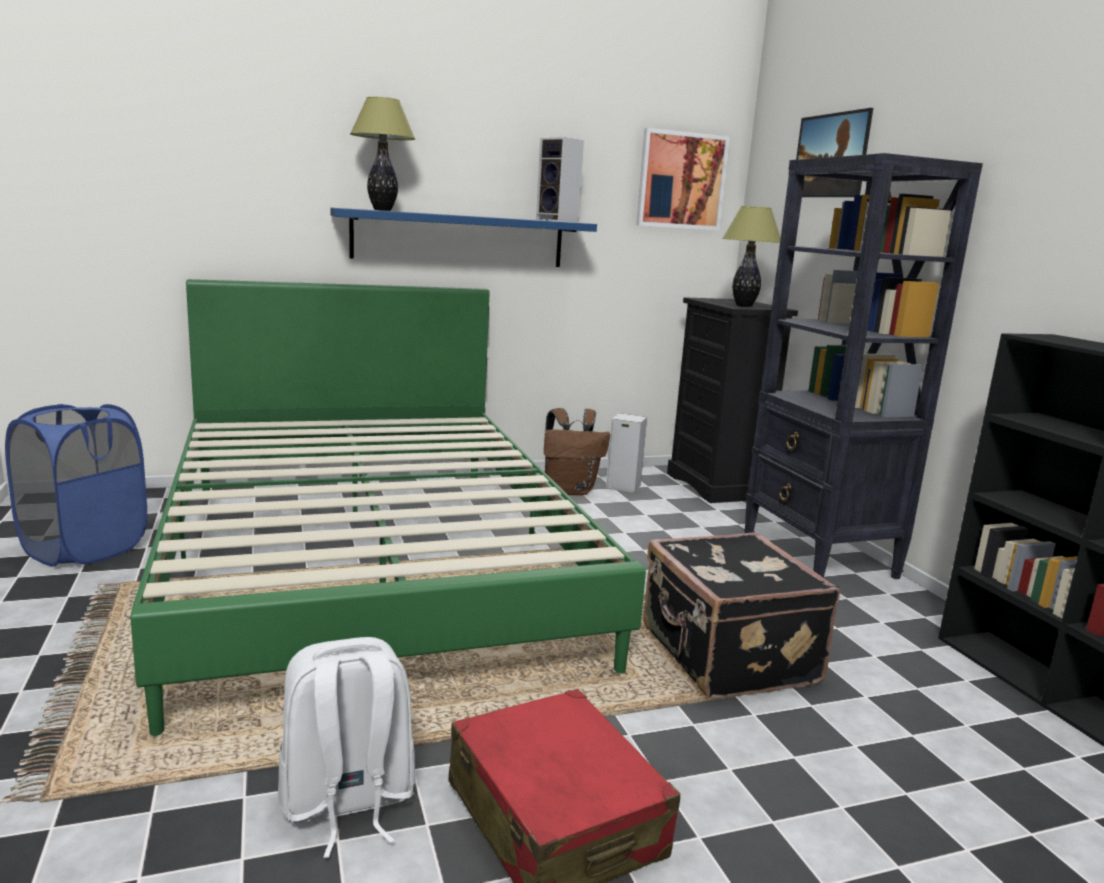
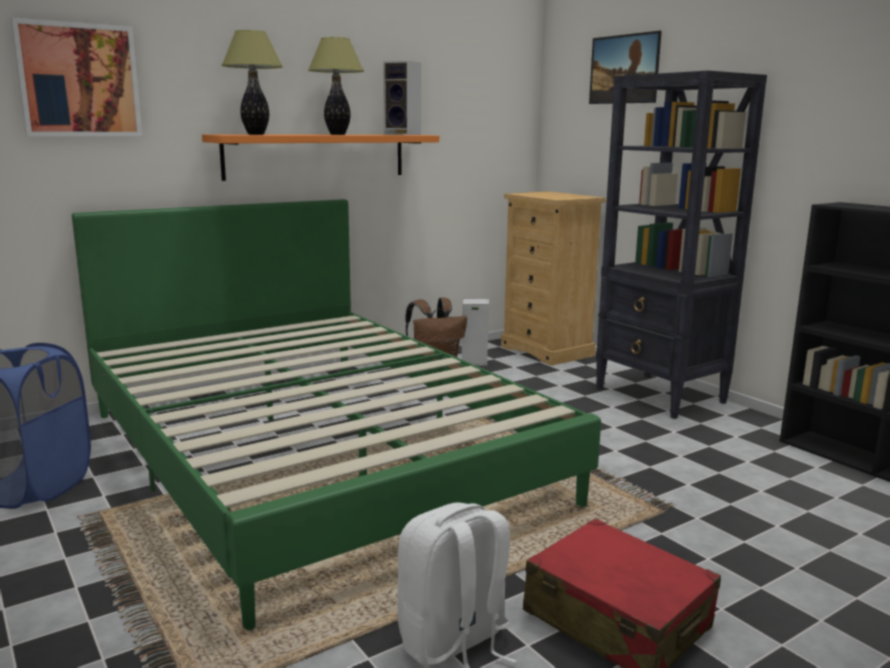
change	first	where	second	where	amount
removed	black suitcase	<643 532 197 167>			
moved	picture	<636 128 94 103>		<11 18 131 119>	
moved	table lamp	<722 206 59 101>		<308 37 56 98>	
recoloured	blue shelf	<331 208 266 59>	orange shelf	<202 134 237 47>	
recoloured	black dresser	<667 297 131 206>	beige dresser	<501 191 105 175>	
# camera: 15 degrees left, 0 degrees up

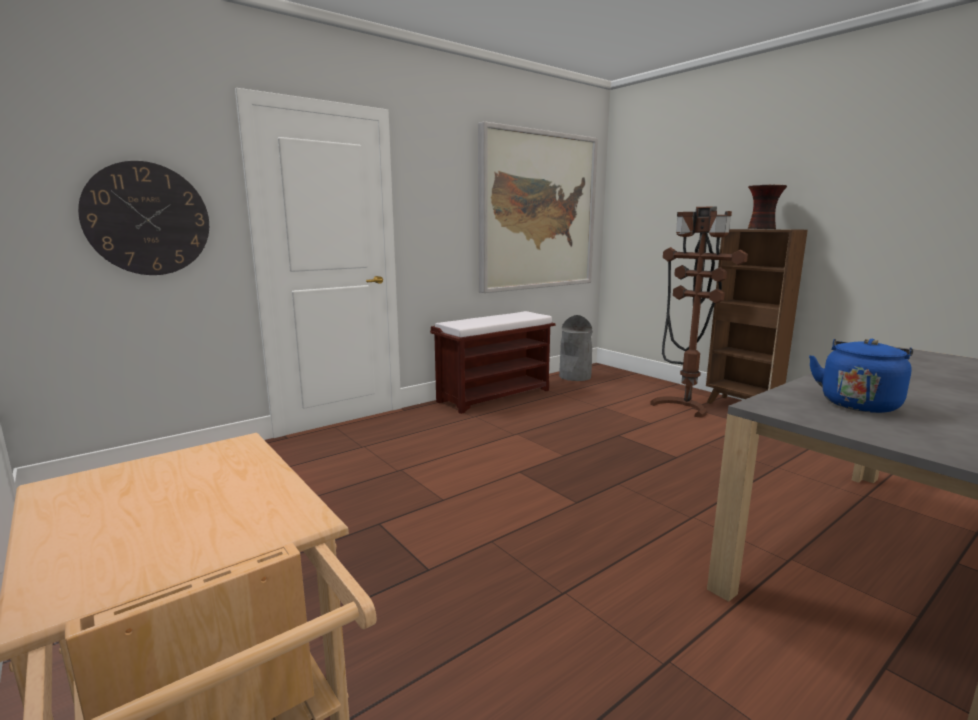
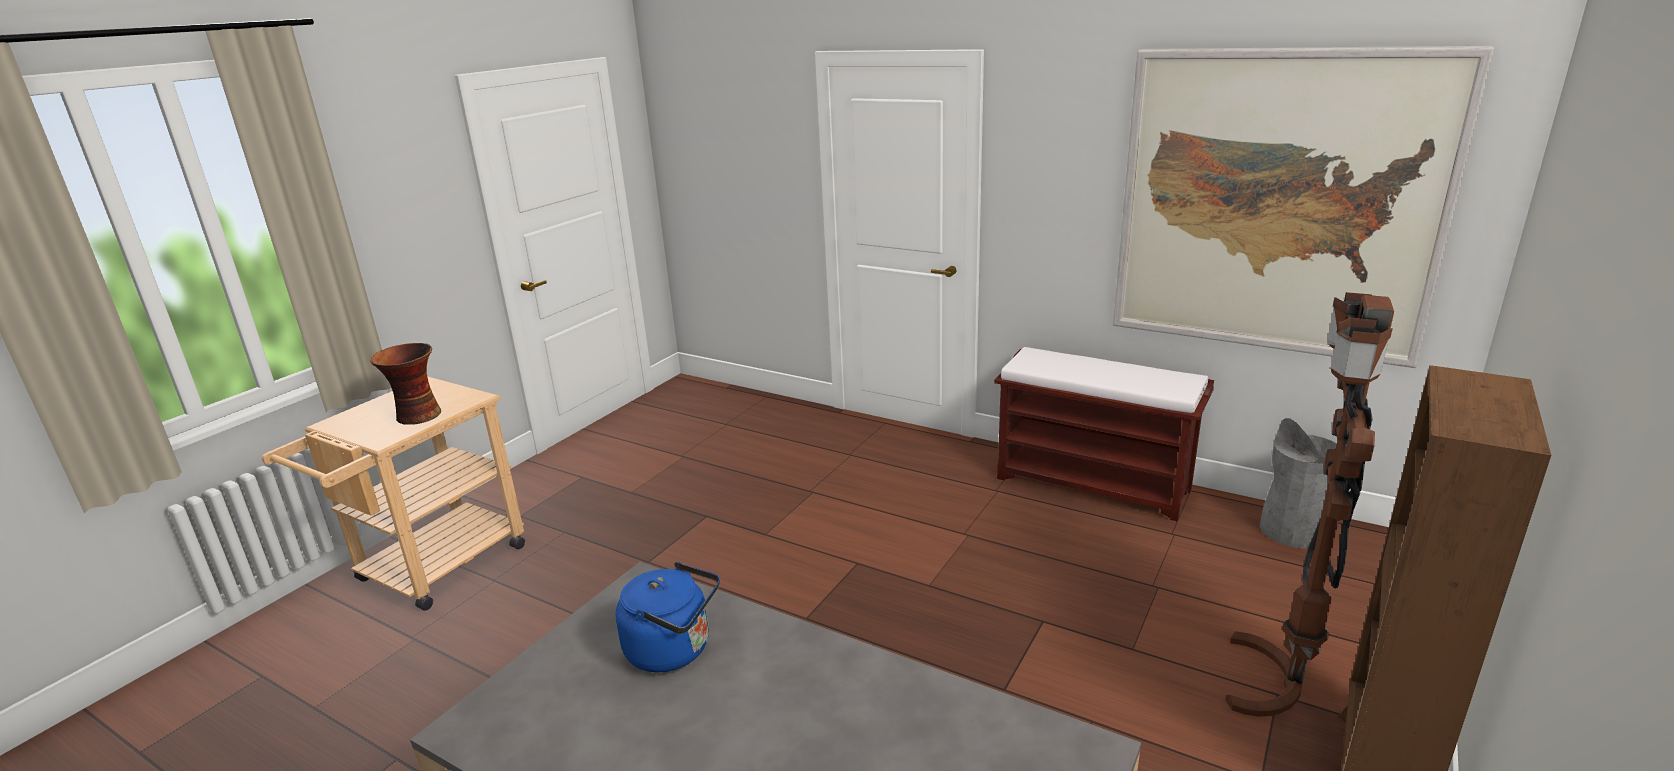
change	first	where	second	where	amount
removed	wall clock	<78 161 131 114>			
moved	vase	<748 185 39 44>		<370 343 71 82>	
# camera: 70 degrees right, 10 degrees up

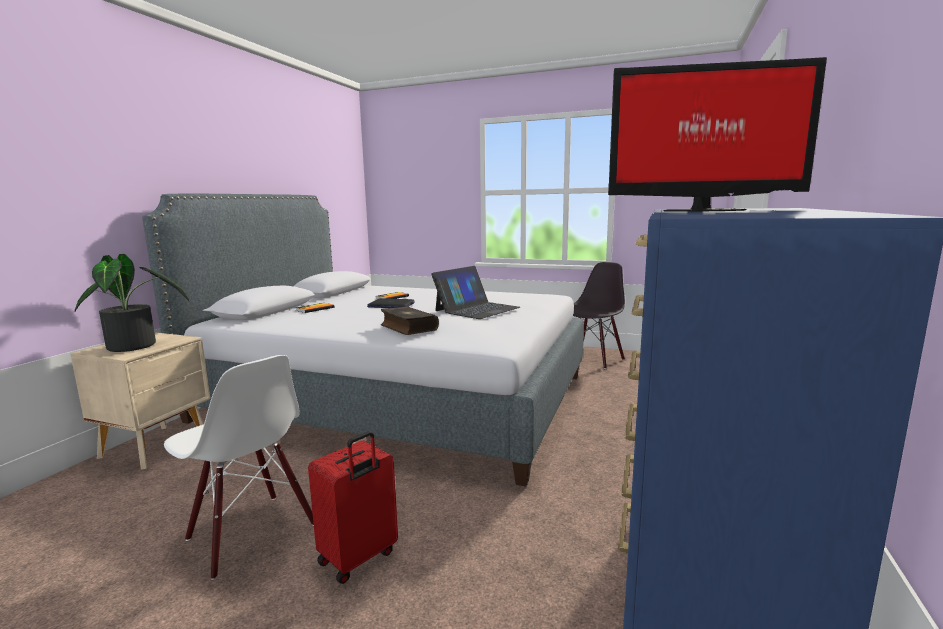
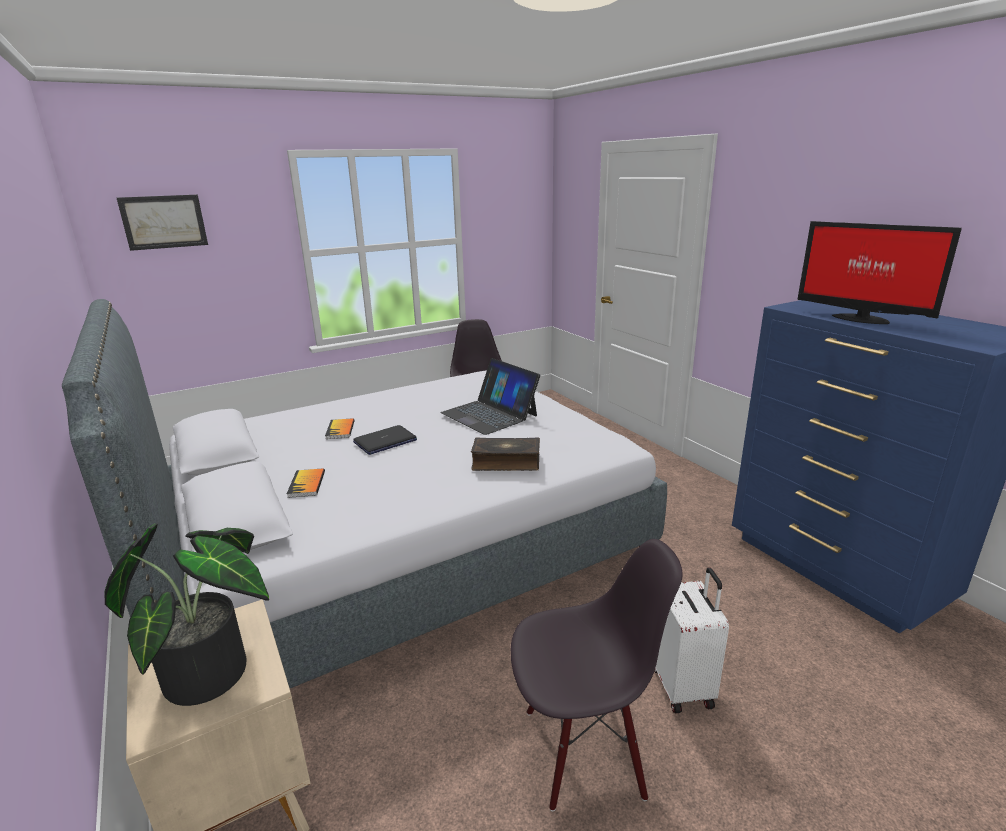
change	first	where	second	where	amount
added			picture	<117 194 91 57>	
recoloured	white chair	<164 355 150 225>	black chair	<511 539 171 272>	
recoloured	red suitcase	<308 431 90 153>	white suitcase	<655 567 74 146>	
turned	laptop	<431 266 89 53>		<440 358 100 77>	150 degrees clockwise
turned	monitor	<608 57 219 155>		<798 221 164 103>	90 degrees clockwise
# camera: 50 degrees left, 10 degrees up

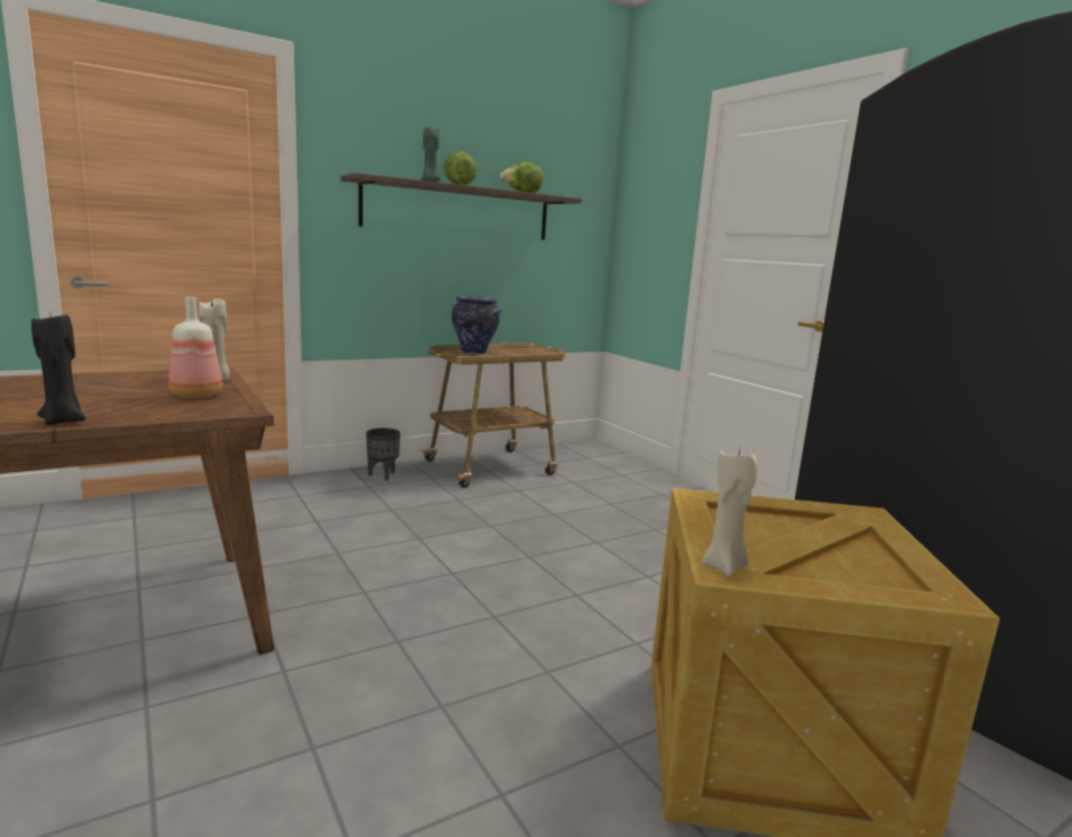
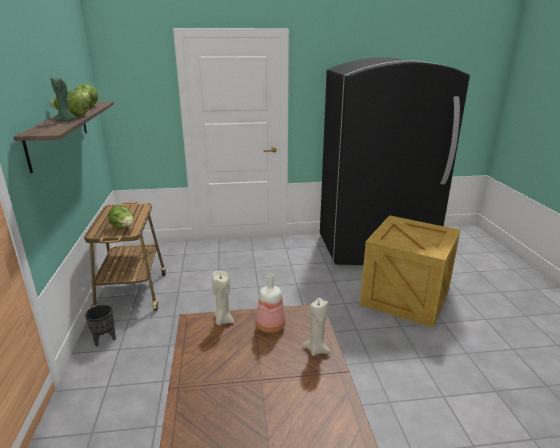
change	first	where	second	where	amount
removed	black candle	<31 313 55 112>			
moved	beige candle	<701 449 57 127>		<303 298 28 58>	
replaced	vase	<452 296 50 58>	lettuce	<108 206 26 22>	
# camera: 65 degrees left, 10 degrees up

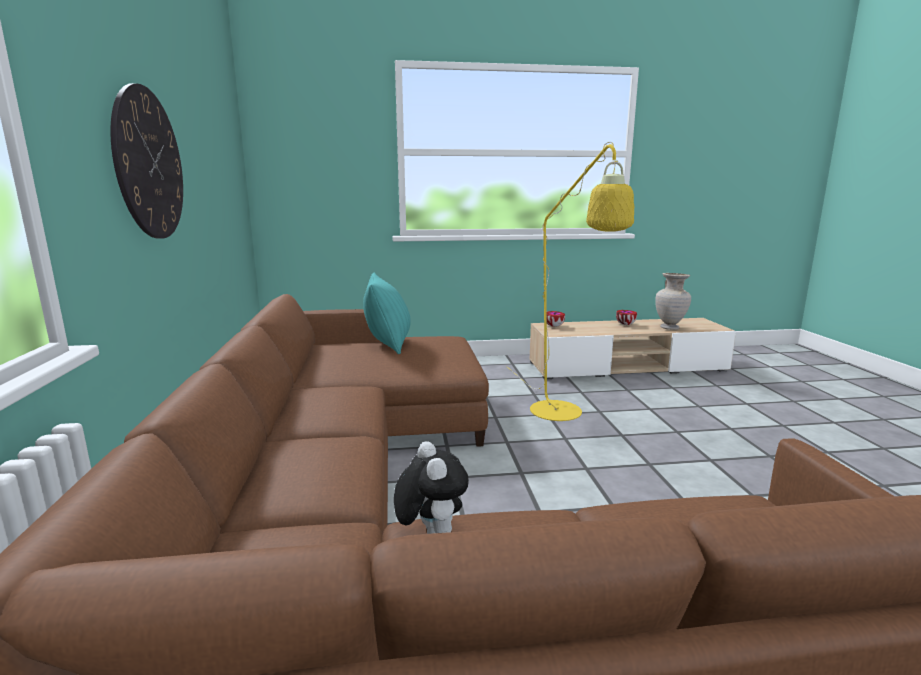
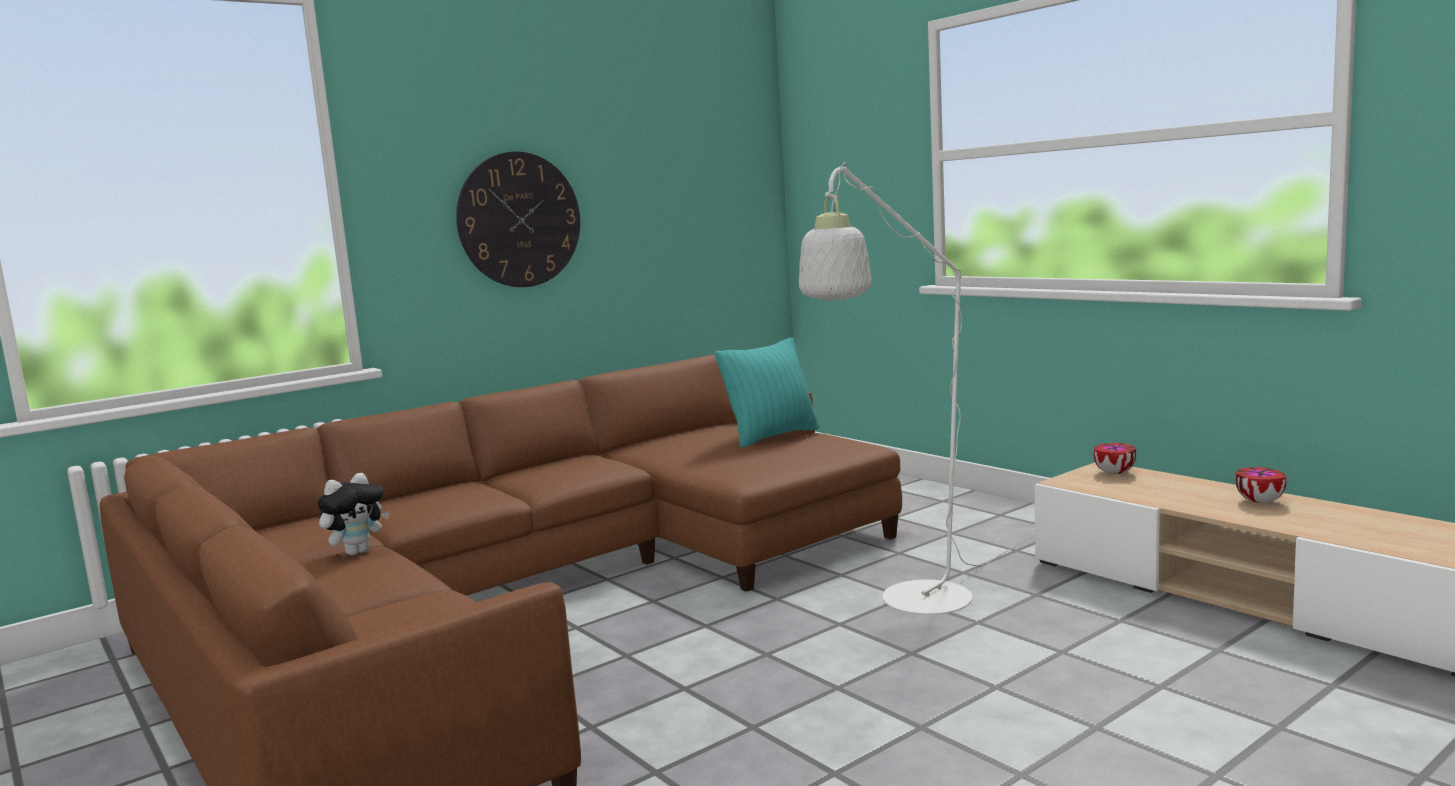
change	first	where	second	where	amount
removed	beige vase	<655 273 36 57>			
recoloured	yellow floor lamp	<506 142 128 279>	white floor lamp	<799 162 236 453>	
# camera: 60 degrees right, 5 degrees down

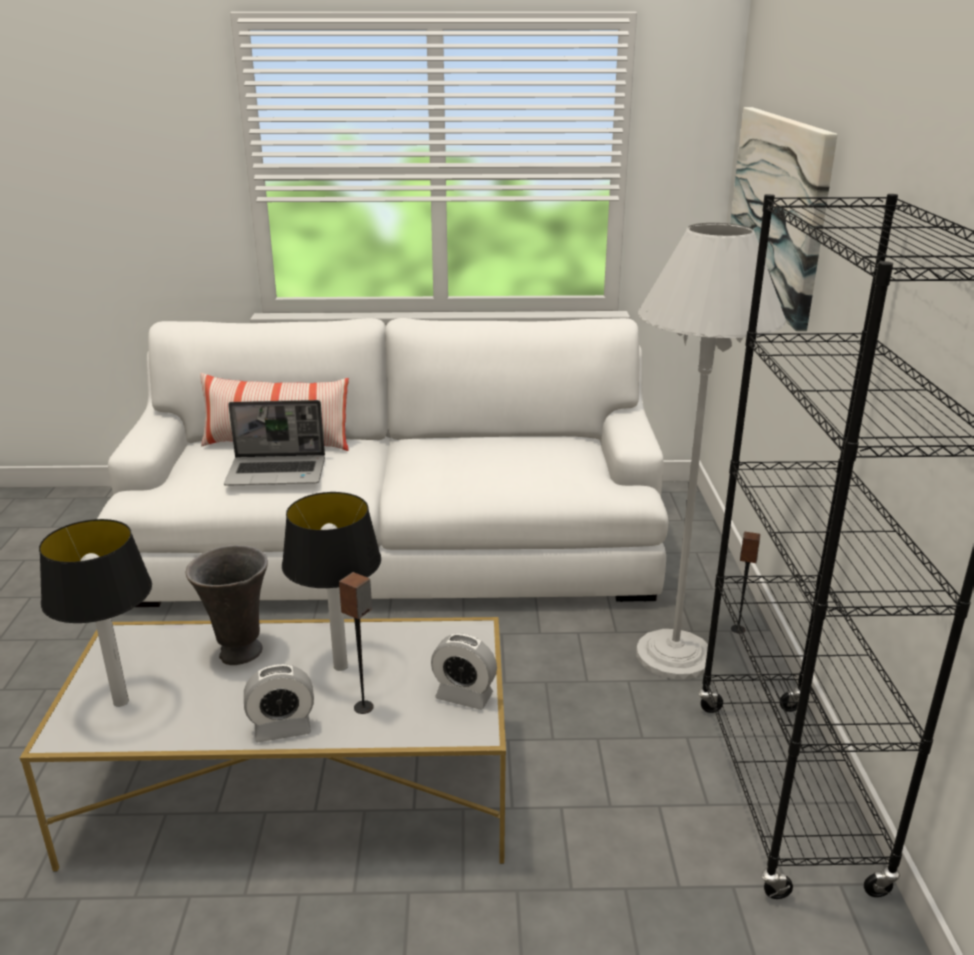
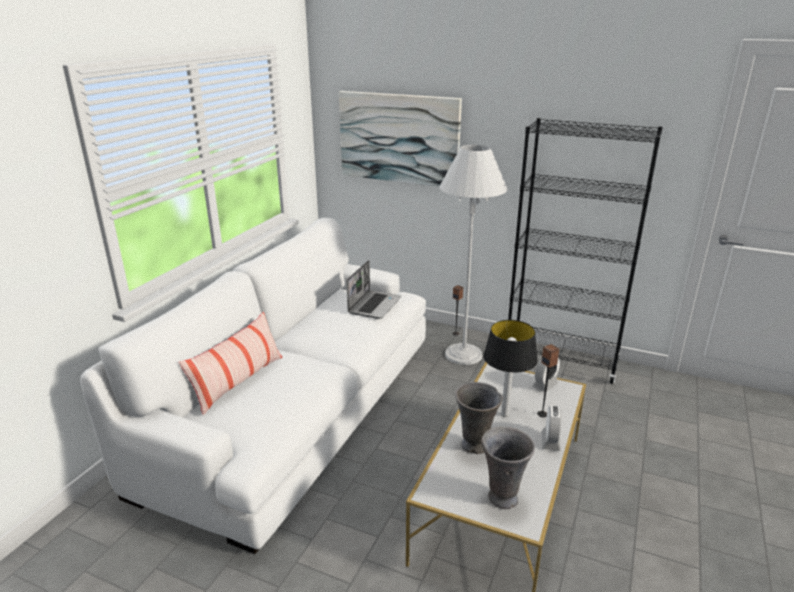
change	first	where	second	where	amount
moved	laptop	<224 400 101 86>		<347 260 54 59>	
replaced	table lamp	<39 519 113 188>	grey vase	<481 427 54 82>	
# camera: 65 degrees left, 0 degrees up

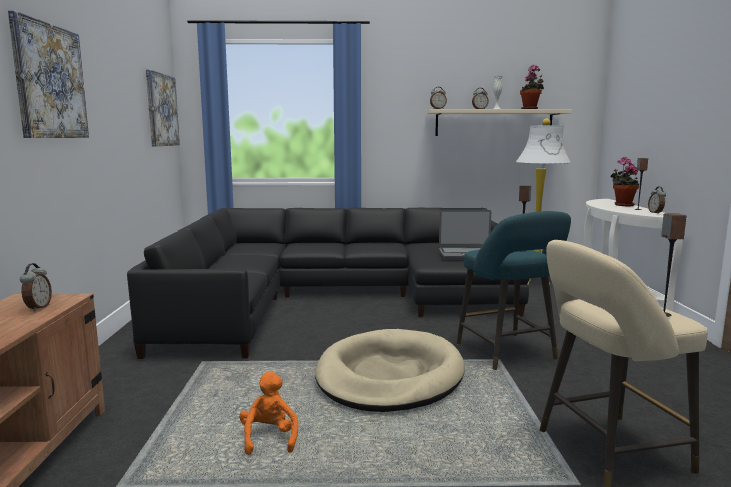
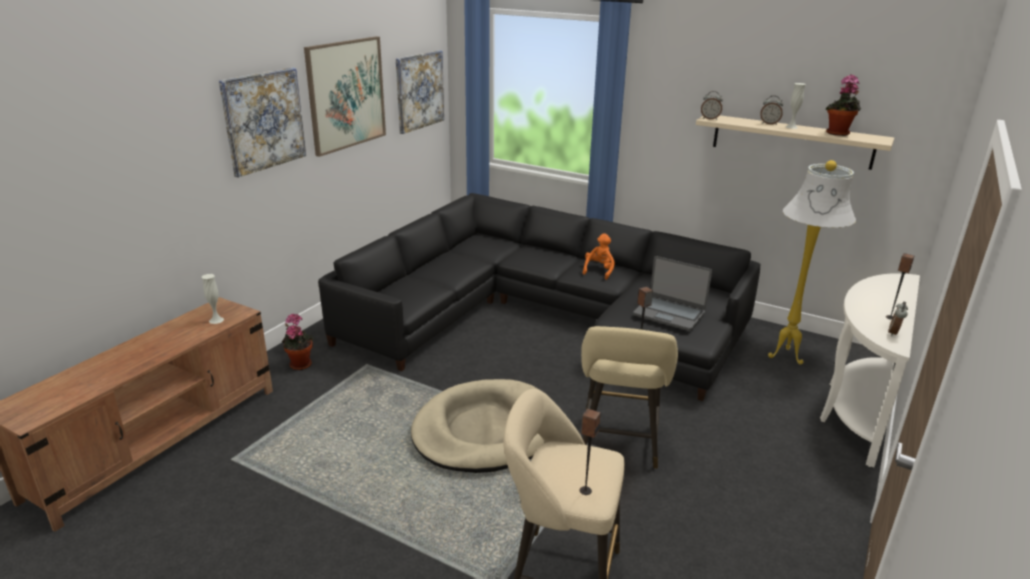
change	first	where	second	where	amount
added			picture	<304 36 82 121>	
moved	orange plush toy	<239 371 59 84>		<583 233 32 47>	
moved	potted plant	<610 157 29 49>		<282 314 32 56>	
replaced	alarm clock	<20 263 32 49>	white vase	<202 274 22 50>	
recoloured	turquoise stool	<457 211 114 159>	beige stool	<581 326 97 143>	
# camera: 30 degrees right, 15 degrees up

